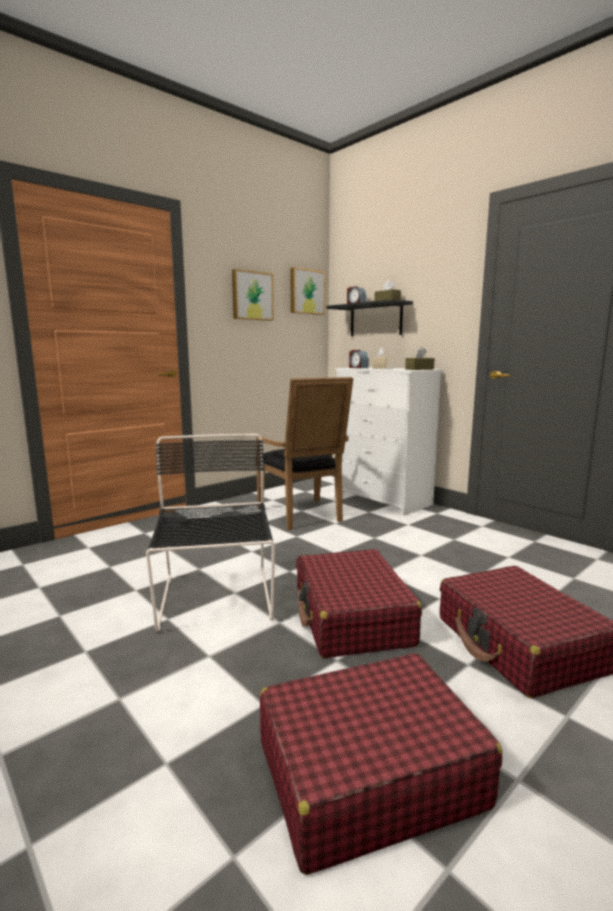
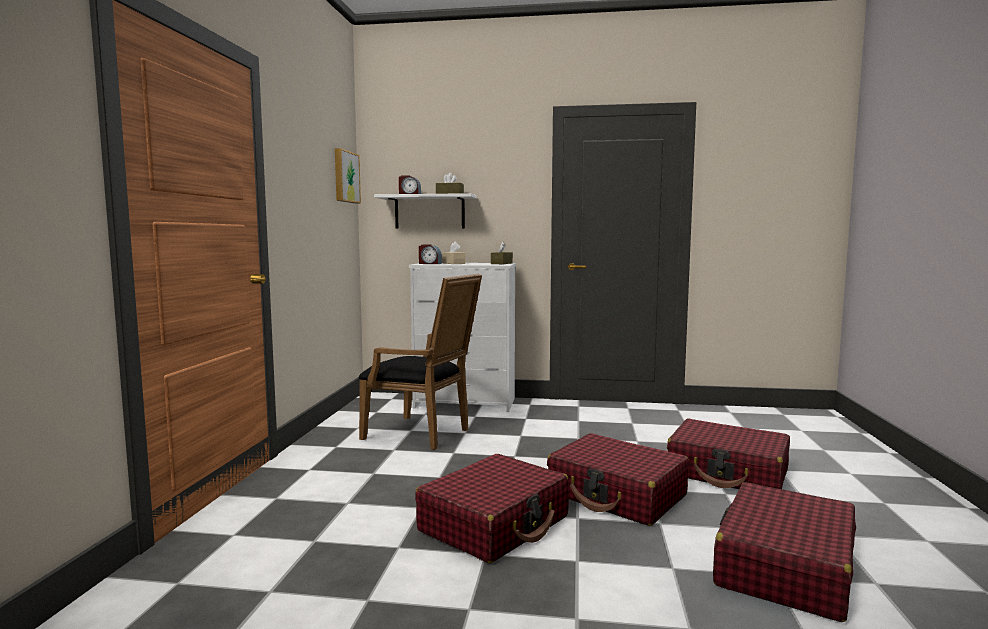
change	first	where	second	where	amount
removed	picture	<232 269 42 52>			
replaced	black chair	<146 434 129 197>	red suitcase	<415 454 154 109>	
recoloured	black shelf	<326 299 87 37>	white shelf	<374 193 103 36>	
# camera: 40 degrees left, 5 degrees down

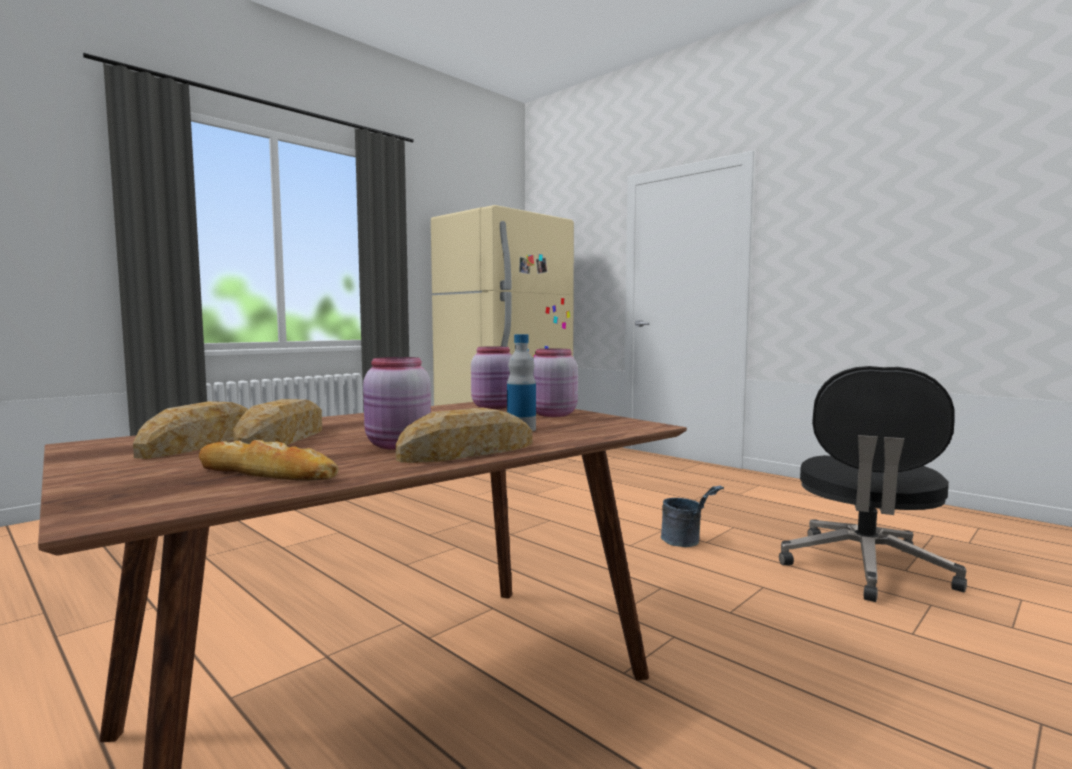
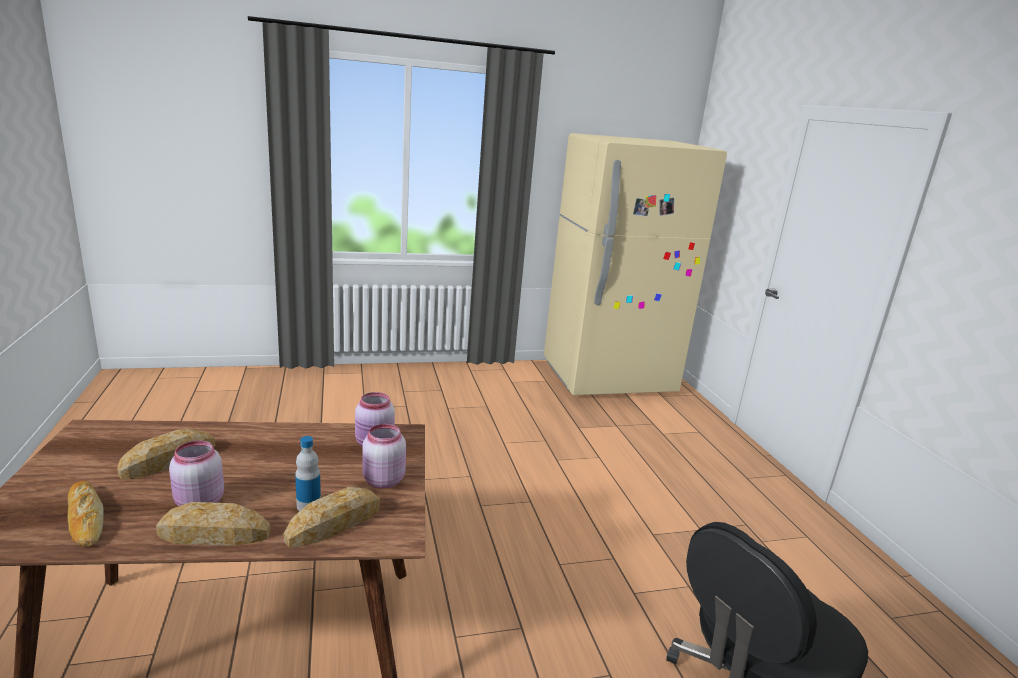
change	first	where	second	where	amount
removed	grey bucket	<661 486 63 61>			
moved	bread	<133 401 115 58>		<283 487 97 61>	
# camera: 30 degrees right, 15 degrees up

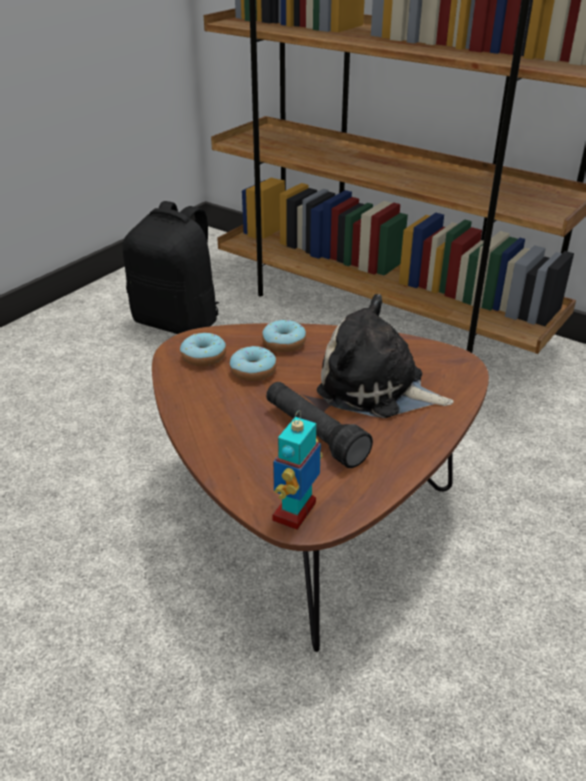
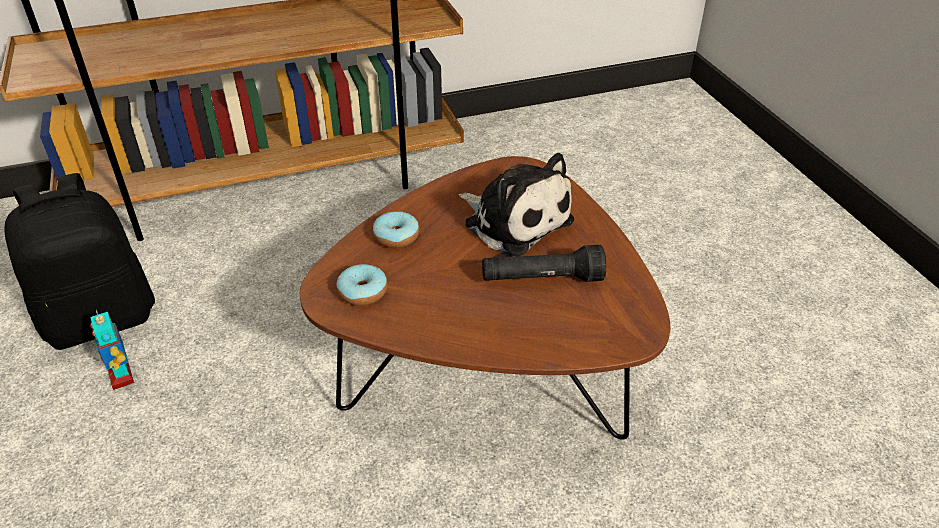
change	first	where	second	where	amount
removed	donut	<230 346 47 35>			
moved	toy robot	<272 410 51 120>		<90 310 44 80>	
turned	plush toy	<317 294 136 124>		<459 153 115 104>	105 degrees counterclockwise
# camera: 55 degrees left, 5 degrees up

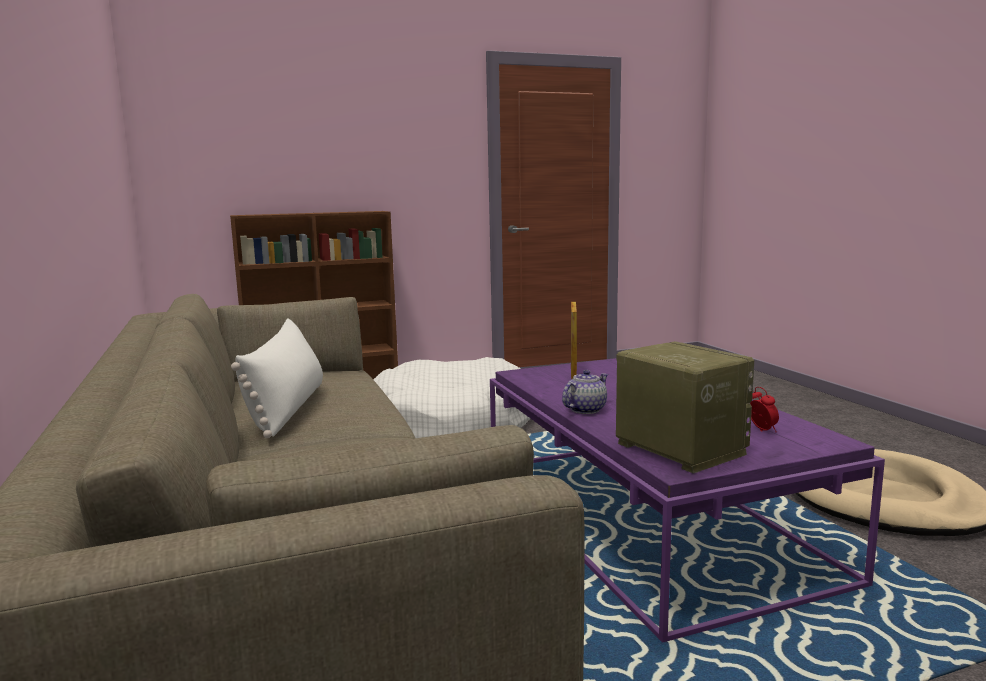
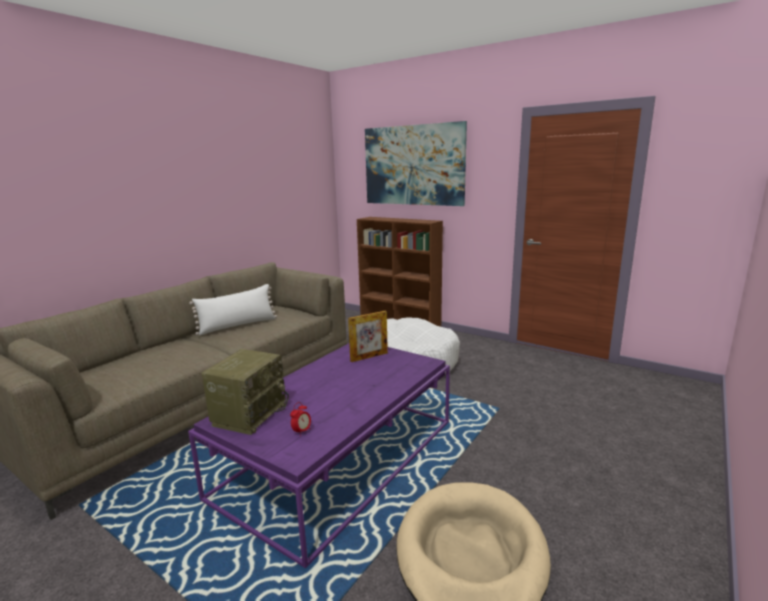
change	first	where	second	where	amount
removed	teapot	<562 370 46 44>			
added			picture	<365 121 102 85>	
# camera: 55 degrees right, 5 degrees up

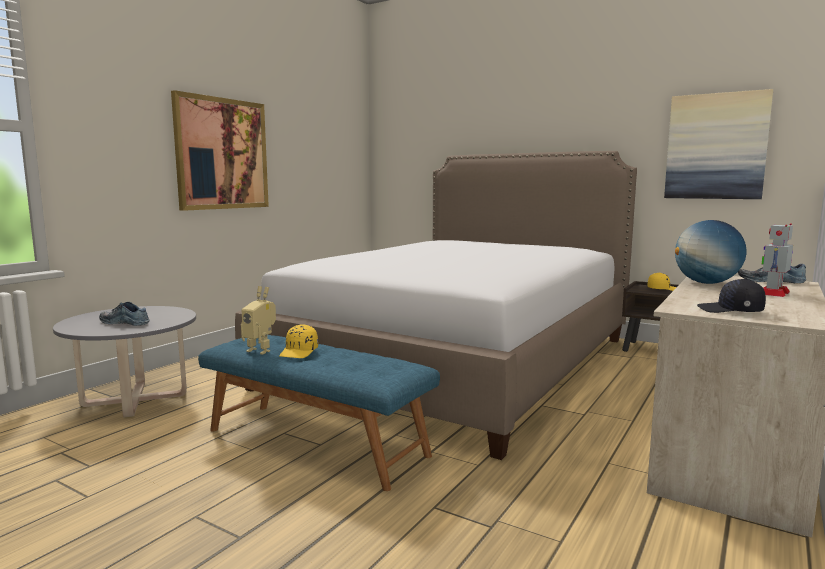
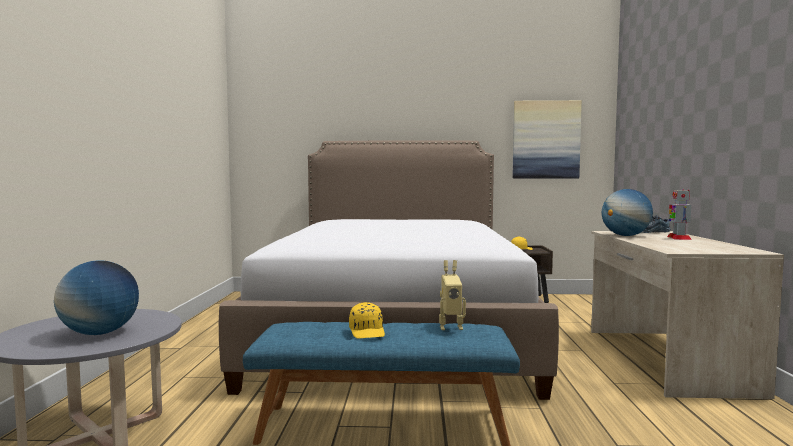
change	first	where	second	where	amount
removed	picture	<171 90 98 121>			
removed	black cap	<697 279 69 34>			
moved	toy robot	<241 286 35 69>		<439 260 27 70>	
replaced	shoe	<99 302 50 24>	globe	<54 260 85 75>	
# camera: 30 degrees left, 5 degrees down

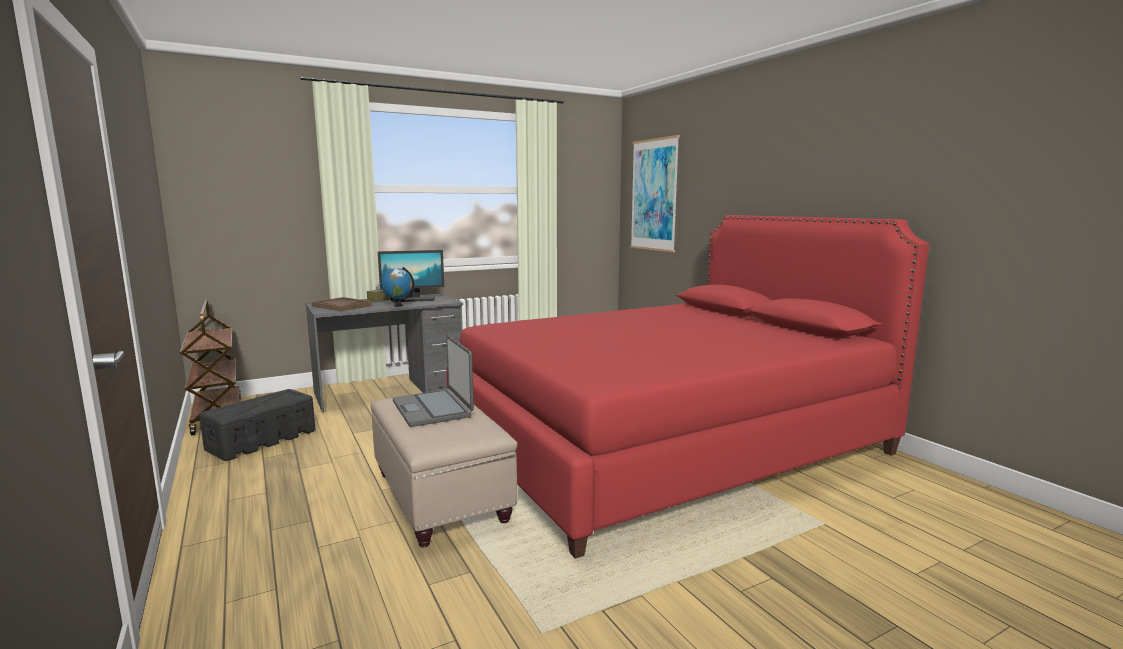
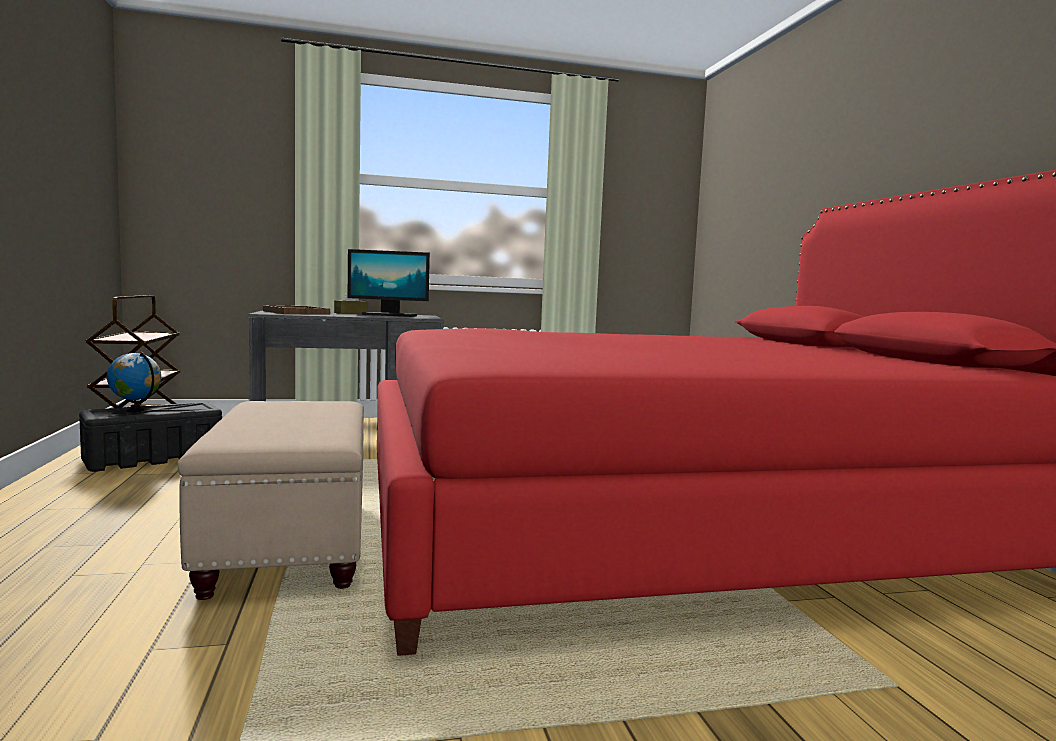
change	first	where	second	where	amount
removed	laptop	<393 335 81 92>			
removed	picture	<630 135 50 117>			
moved	globe	<381 267 33 40>		<107 352 54 60>	
# camera: 15 degrees right, 5 degrees down

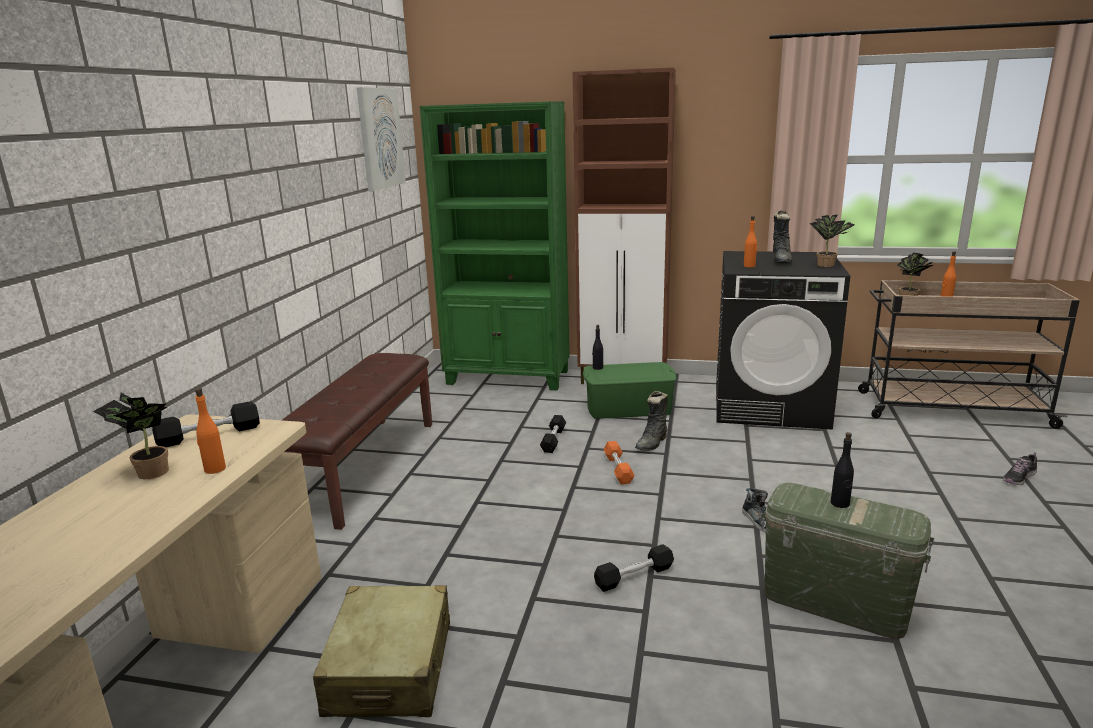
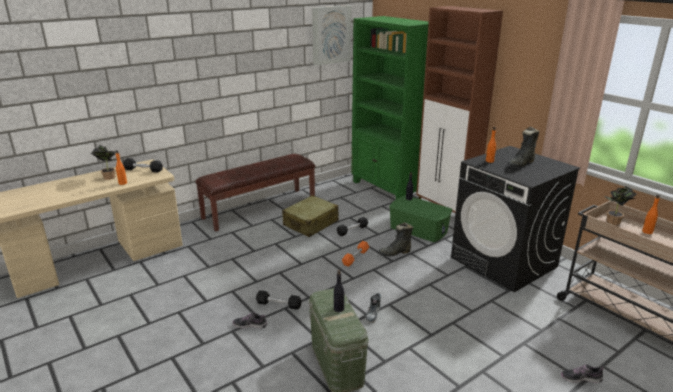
change	first	where	second	where	amount
removed	potted plant	<810 214 44 53>			
added			shoe	<233 312 34 16>	
moved	beige suitcase	<313 585 137 132>		<282 195 57 42>	
# camera: 40 degrees right, 5 degrees up

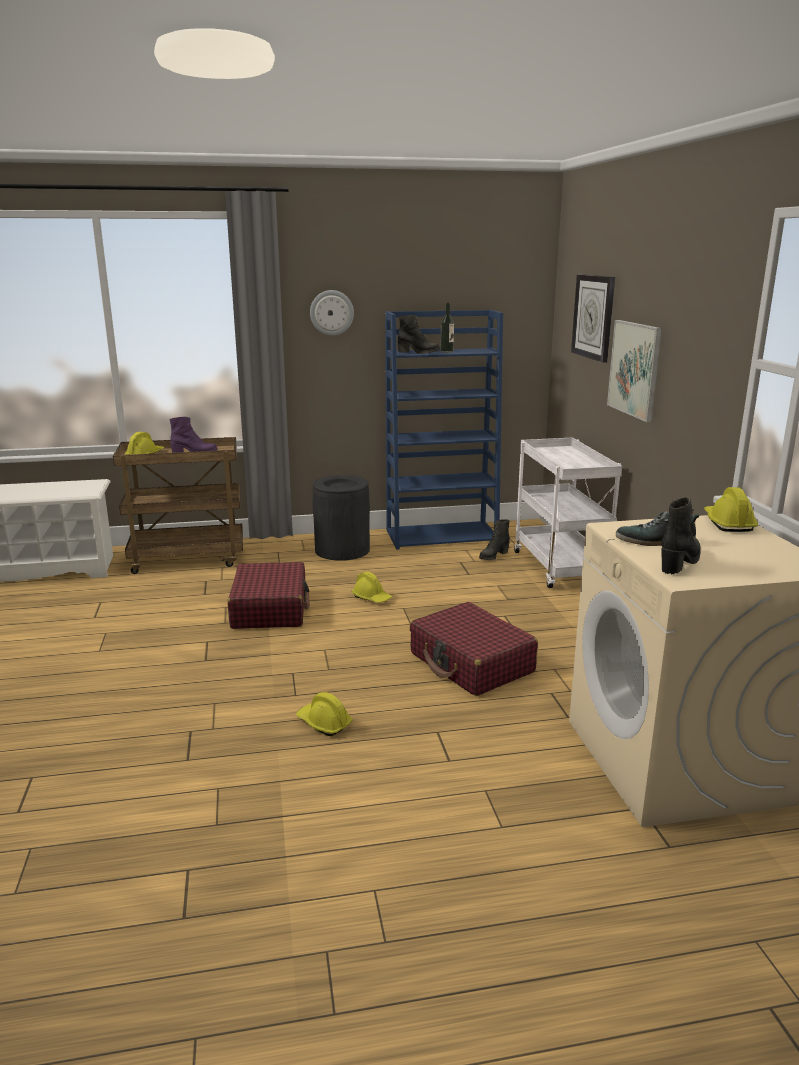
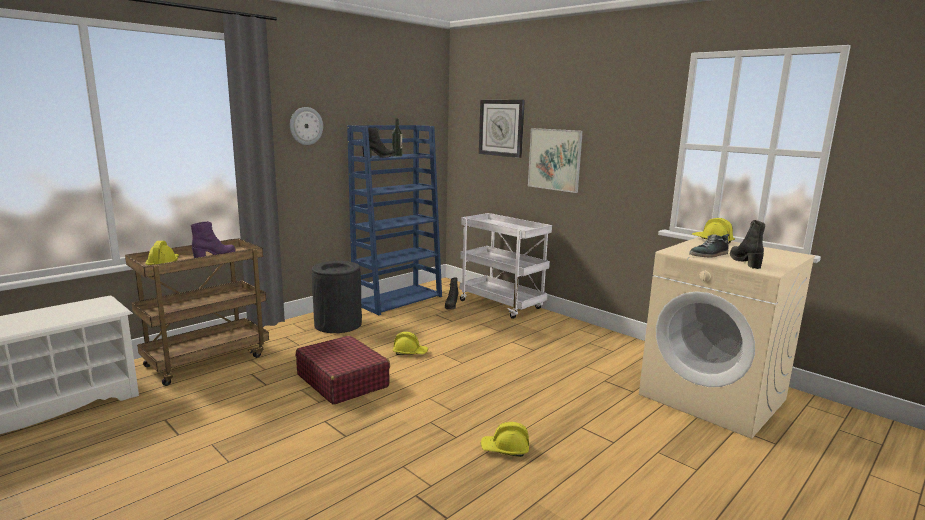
change	first	where	second	where	amount
removed	red suitcase	<410 602 128 94>			
# camera: 35 degrees left, 5 degrees down

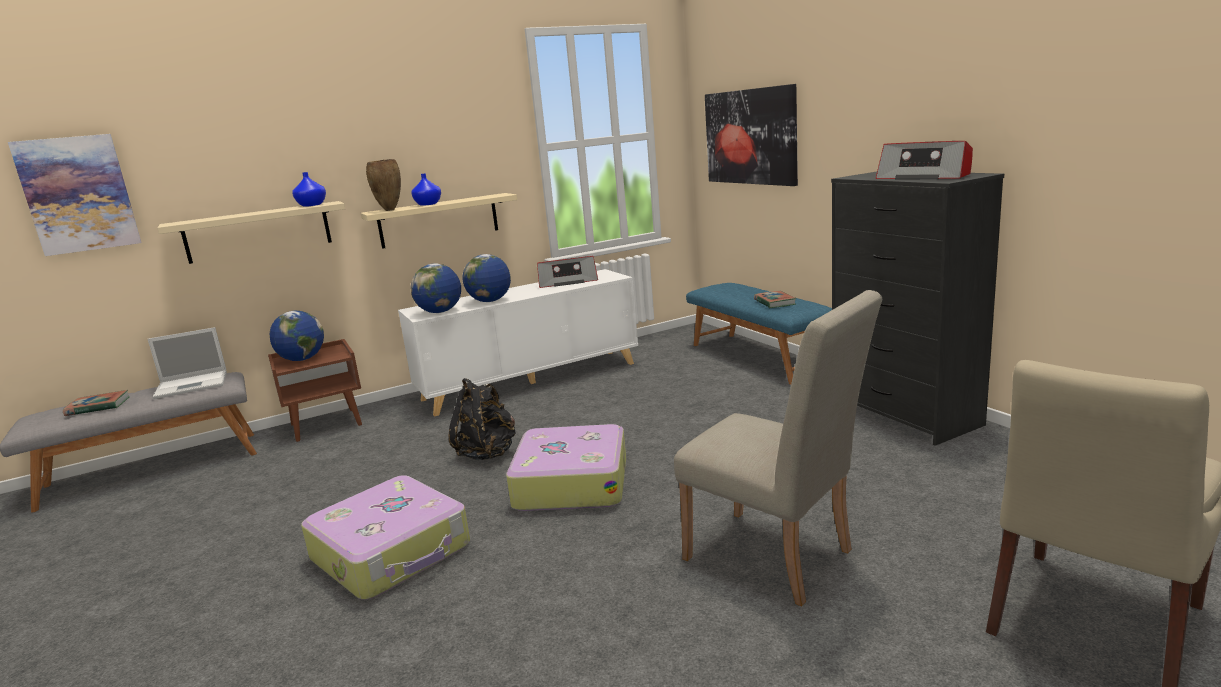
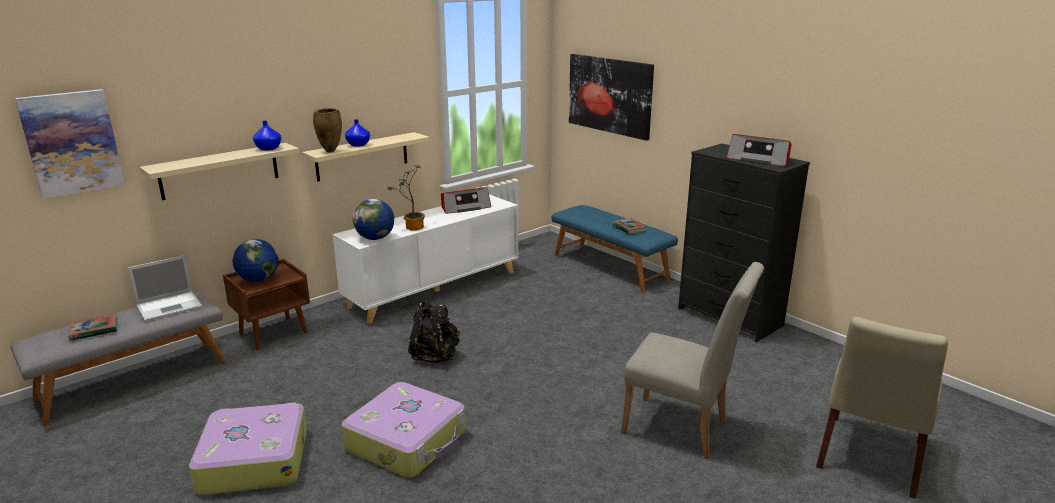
change	first	where	second	where	amount
moved	suitcase	<506 424 120 87>		<189 402 118 93>	
replaced	globe	<462 254 49 48>	potted plant	<387 165 38 66>	
# camera: 15 degrees left, 5 degrees up

